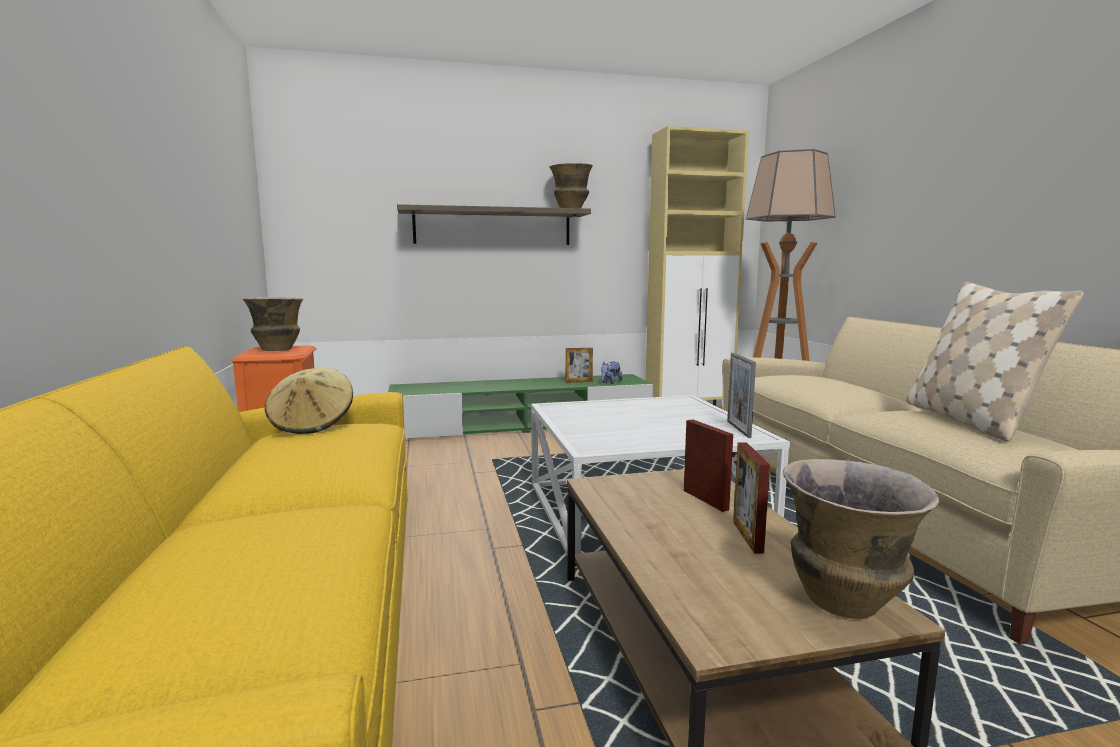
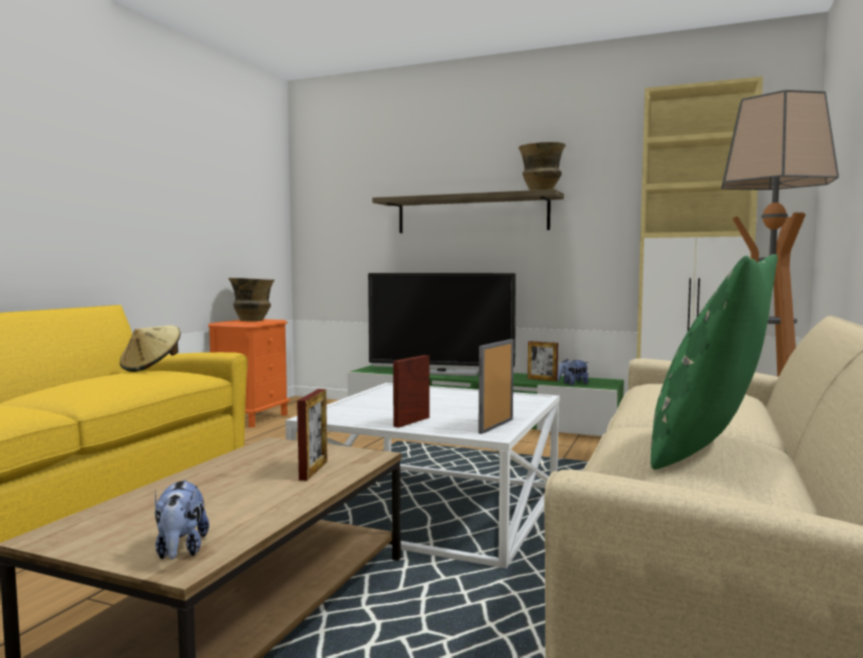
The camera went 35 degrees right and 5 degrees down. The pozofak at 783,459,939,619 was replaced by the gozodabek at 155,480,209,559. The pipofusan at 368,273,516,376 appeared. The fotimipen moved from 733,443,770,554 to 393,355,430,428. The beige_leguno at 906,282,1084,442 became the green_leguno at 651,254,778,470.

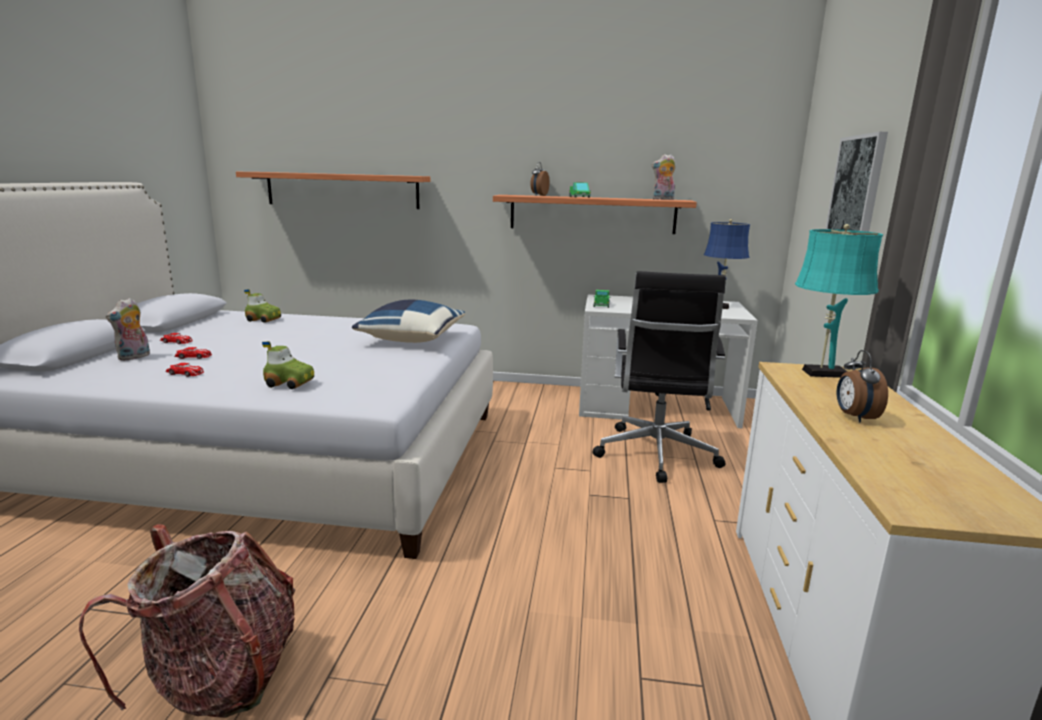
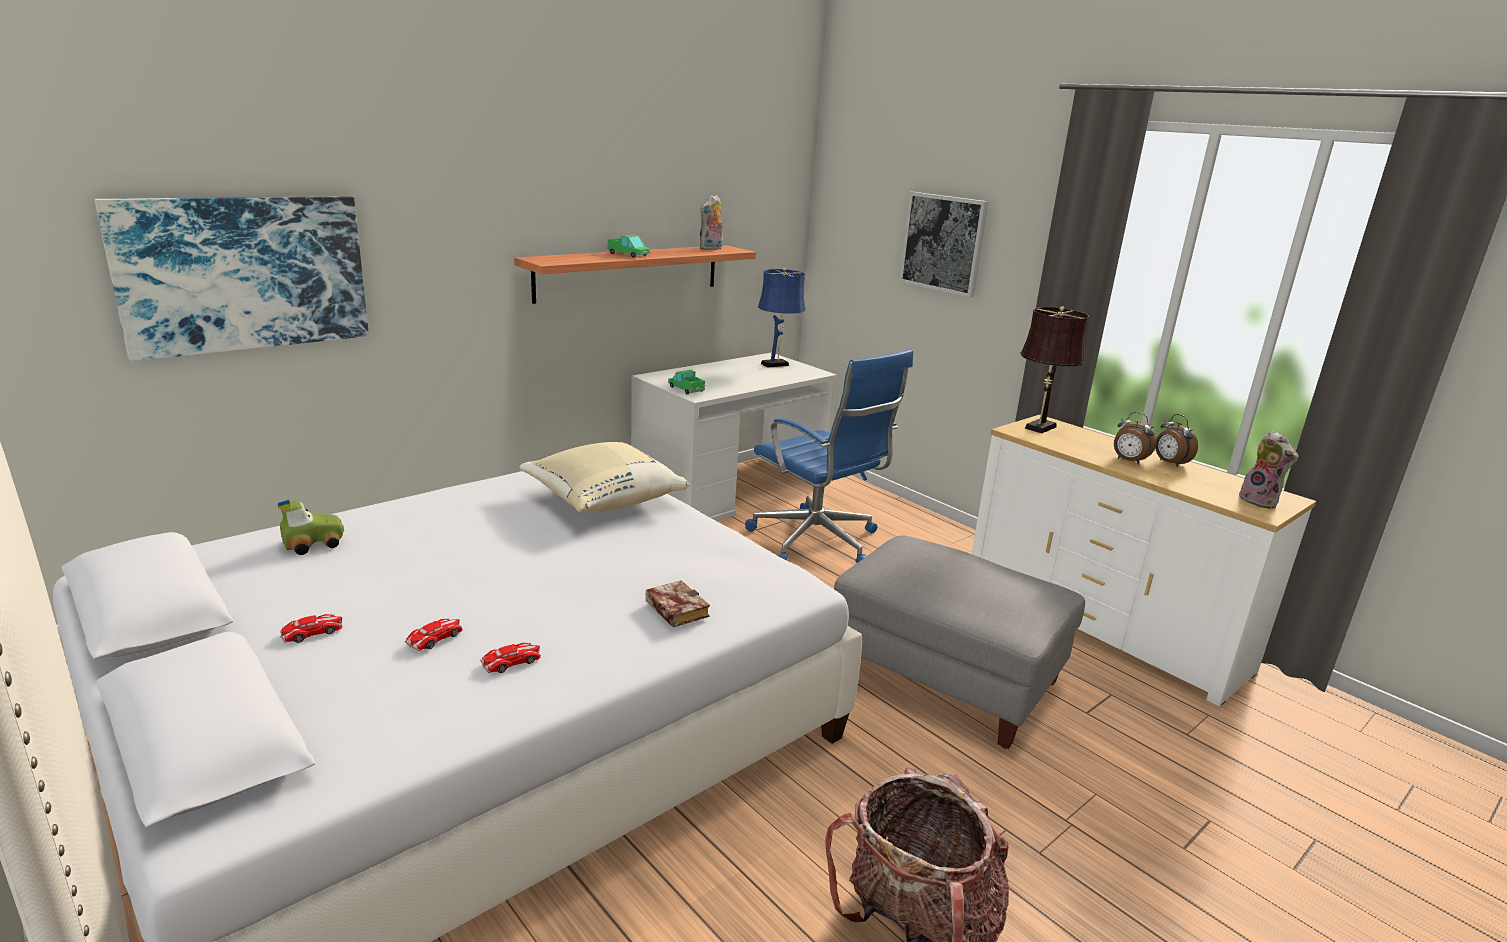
The camera went 50 degrees left and 5 degrees up. The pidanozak at 236,172,430,209 was replaced by the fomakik at 94,196,369,361. The blue_leguno at 352,300,465,343 became the beige_leguno at 520,442,689,513. The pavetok at 262,341,314,389 was replaced by the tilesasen at 645,580,710,628. The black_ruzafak at 593,271,726,483 became the blue_ruzafak at 745,349,913,563. The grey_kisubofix at 834,535,1085,749 appeared. The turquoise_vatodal at 795,224,883,378 became the brown_vatodal at 1020,306,1090,433. The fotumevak moved from 530,162,549,196 to 1155,414,1198,467. The gozodabek moved from 106,298,150,361 to 1234,430,1298,509.

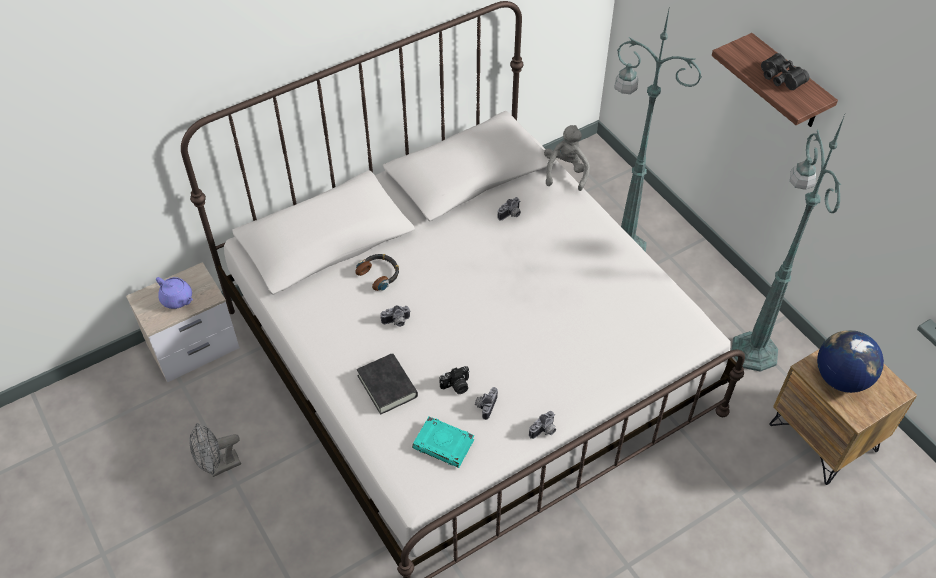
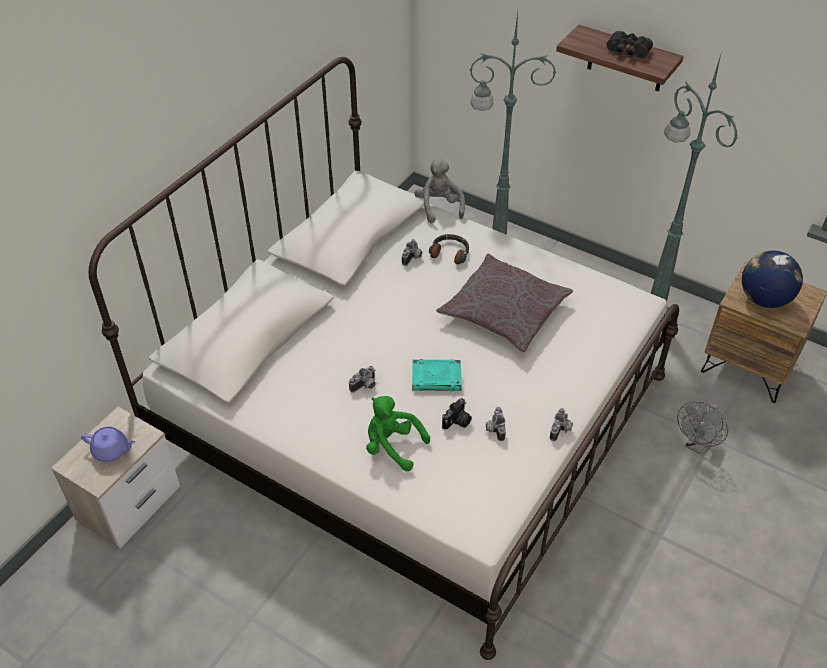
The camera went 25 degrees left and 5 degrees down. The black_tilesasen at 357,353,418,415 was replaced by the green_gozodabek at 366,396,430,471. The turquoise_tilesasen moved from 412,416,474,468 to 412,359,462,391. The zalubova moved from 355,254,399,291 to 429,234,469,264. The grey_leguno at 436,254,573,353 appeared. The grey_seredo moved from 189,423,241,477 to 677,401,728,455.

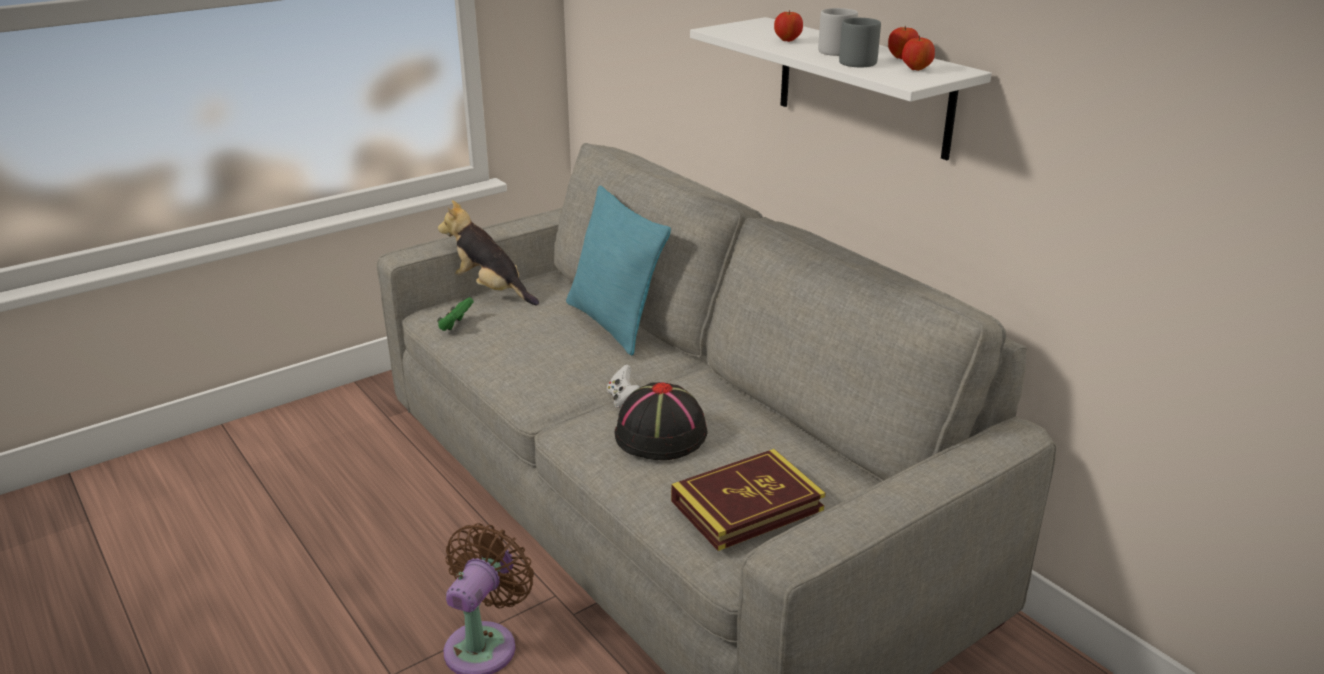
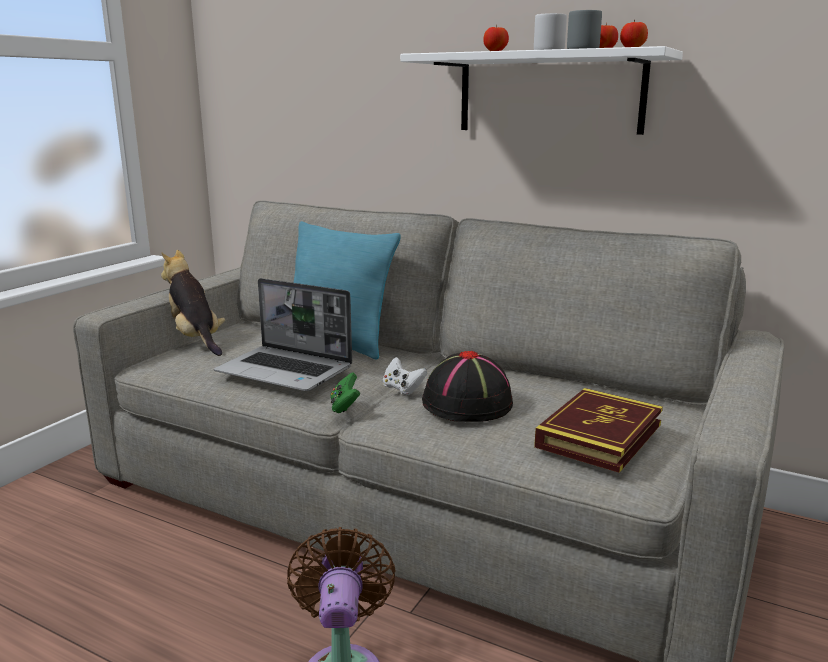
The camera went 25 degrees left and 10 degrees down. The gozodabek at 438,200,539,305 turned 45 degrees clockwise. The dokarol at 214,278,352,391 appeared. The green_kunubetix moved from 437,297,474,331 to 331,373,360,413.

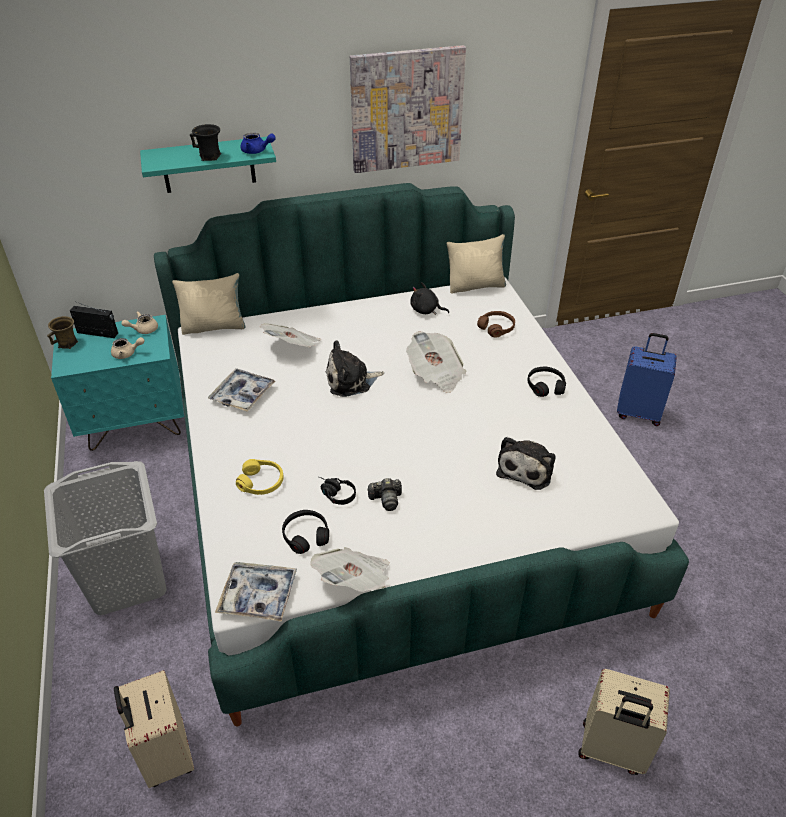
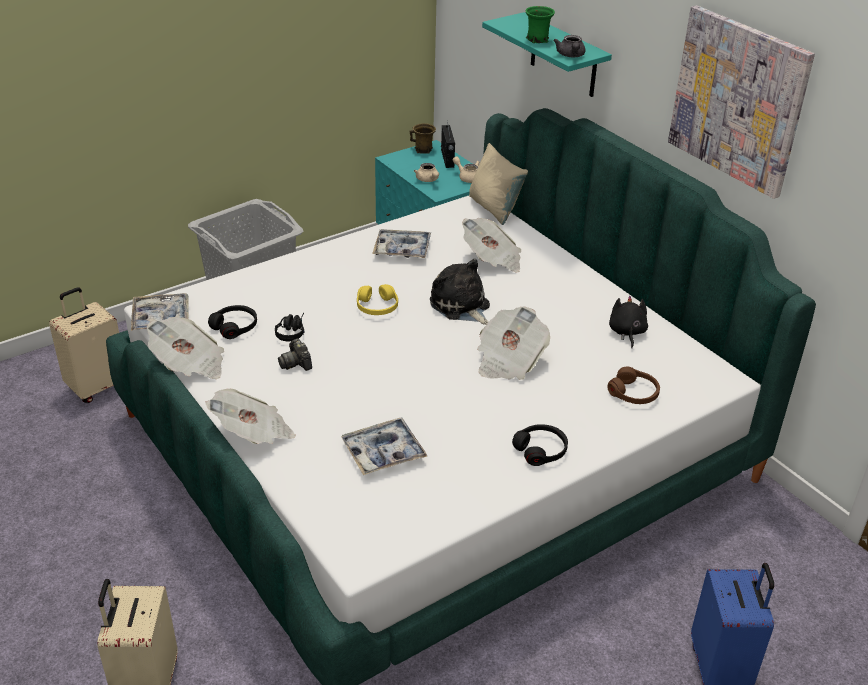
The camera went 70 degrees right and 5 degrees down. The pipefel at 206,389,296,444 appeared. The gozodabek at 496,437,556,490 was replaced by the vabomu at 341,417,428,475. The yellow_zalubova moved from 236,459,284,495 to 357,284,398,315. The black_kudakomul at 190,124,221,161 became the green_kudakomul at 525,6,555,43. The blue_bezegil at 241,133,276,154 became the grey_bezegil at 553,35,585,57. The beige_leguno at 447,234,506,294 disappeared.

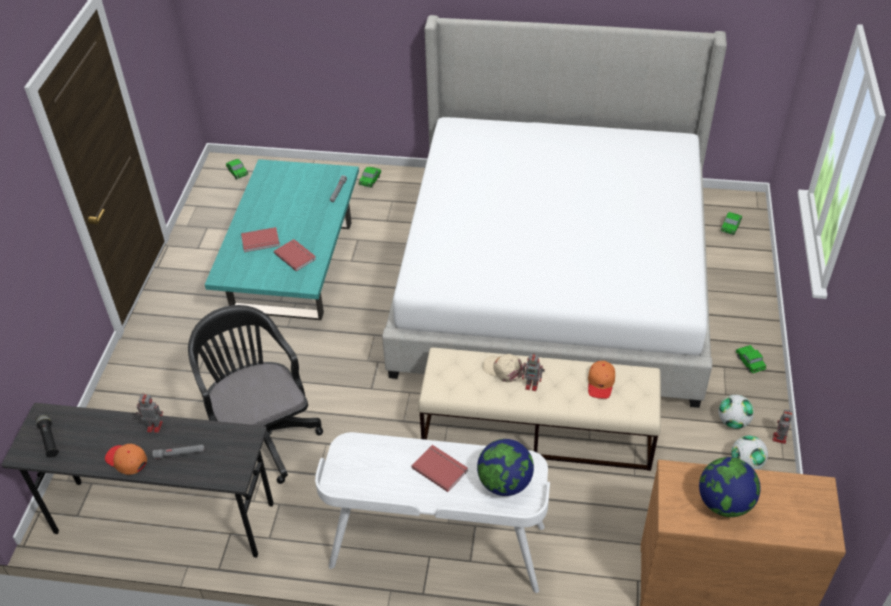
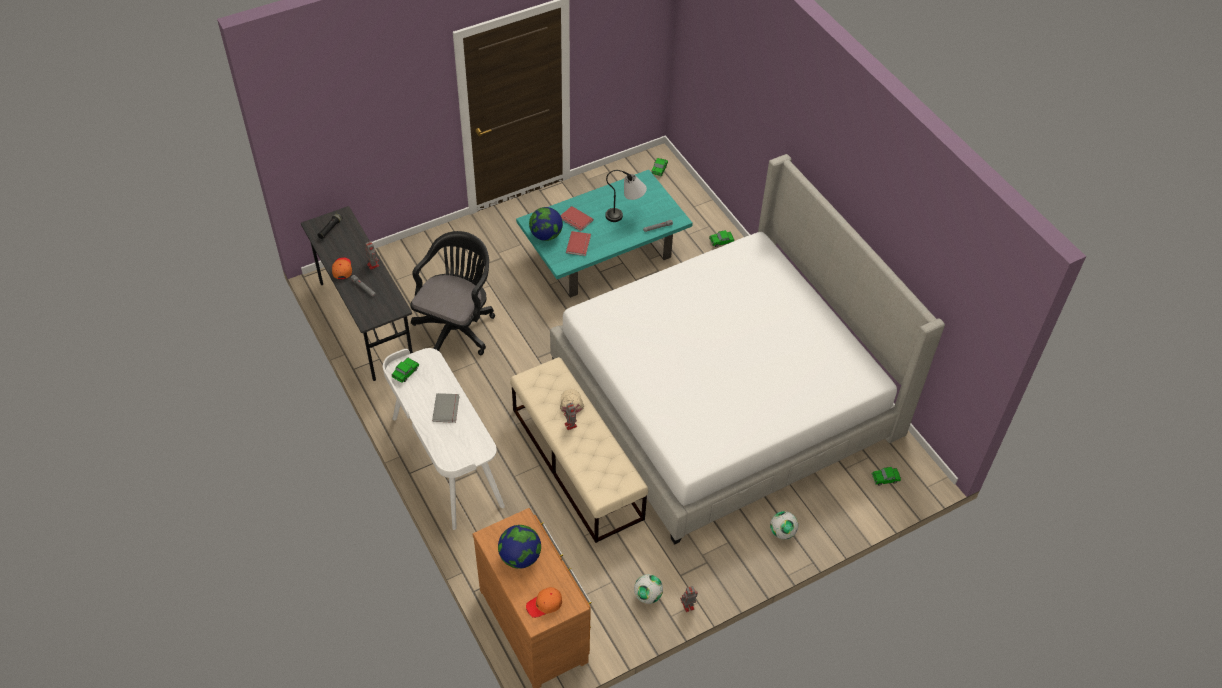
The camera went 50 degrees right and 5 degrees up. The pavetok moved from 736,345,766,373 to 392,358,419,383. The red_tilesasen at 411,445,468,492 became the grey_tilesasen at 432,393,459,423. The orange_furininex moved from 588,361,615,399 to 526,587,562,618. The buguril moved from 477,439,534,496 to 529,207,563,241. The vatodal at 605,170,647,222 appeared. The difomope moved from 719,395,754,429 to 770,511,798,539.

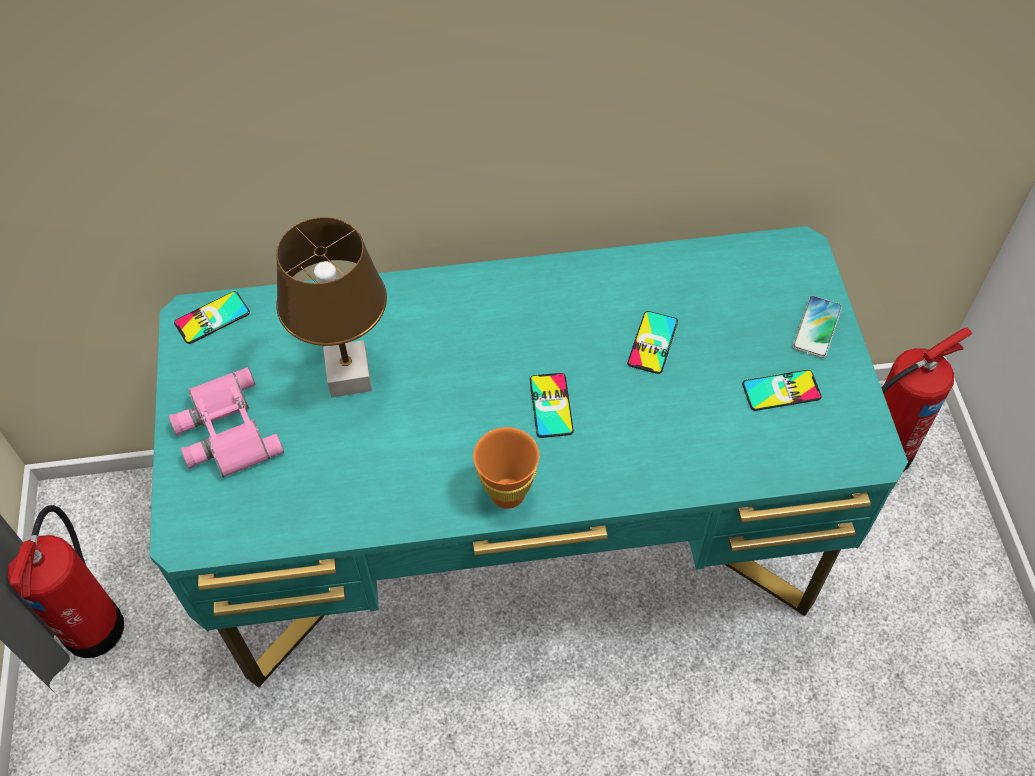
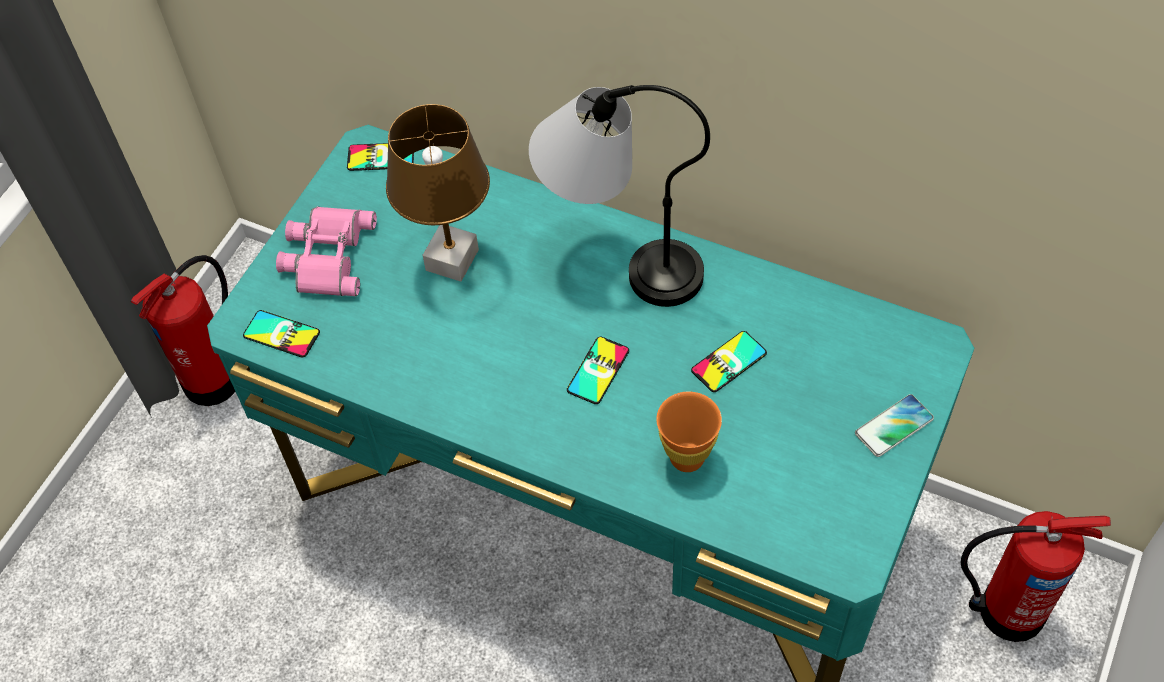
The camera went 35 degrees right and 0 degrees up. The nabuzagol moved from 742,370,822,411 to 243,310,320,358. The vatodal at 529,85,710,307 appeared. The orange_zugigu moved from 473,427,539,509 to 656,392,722,472.

